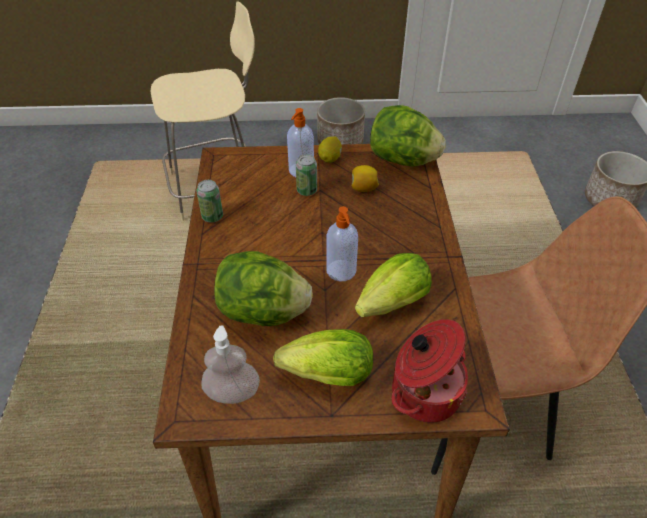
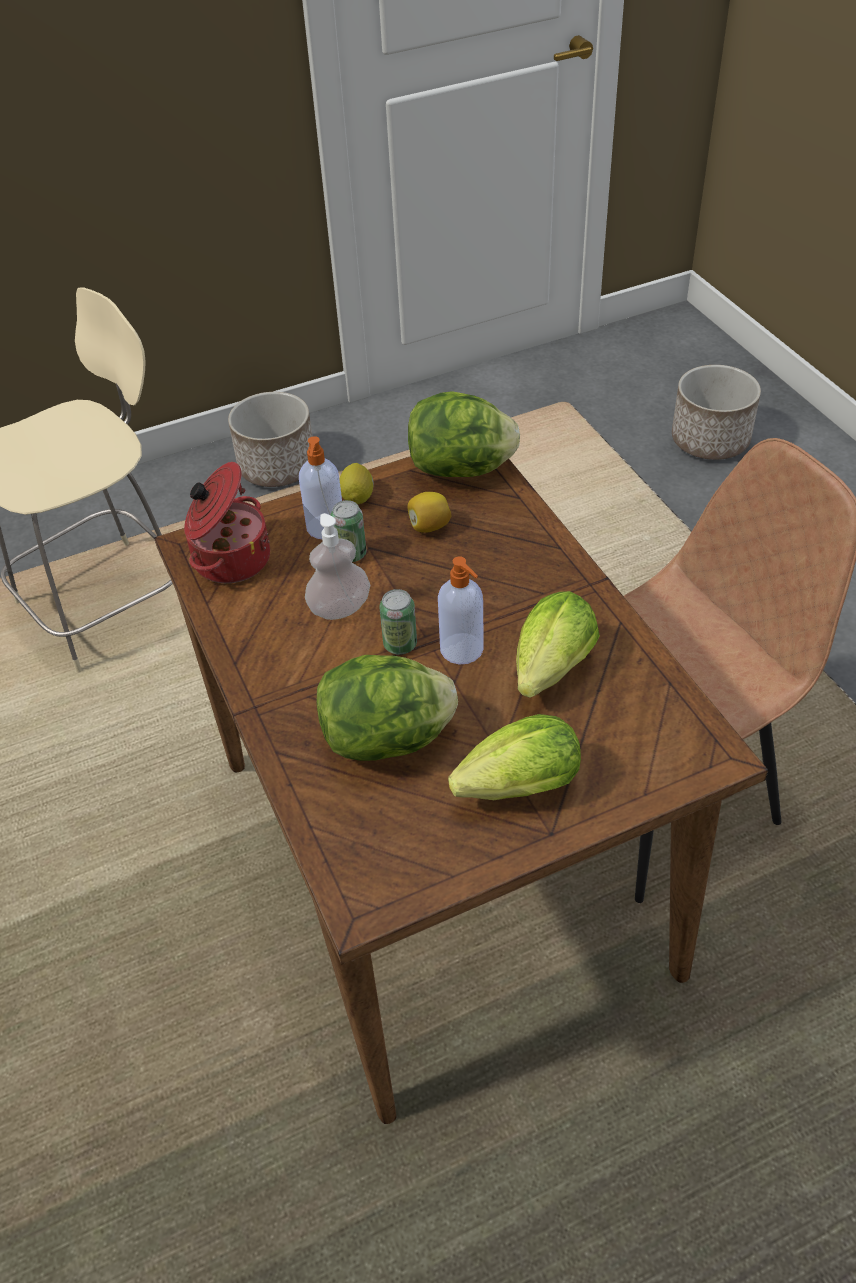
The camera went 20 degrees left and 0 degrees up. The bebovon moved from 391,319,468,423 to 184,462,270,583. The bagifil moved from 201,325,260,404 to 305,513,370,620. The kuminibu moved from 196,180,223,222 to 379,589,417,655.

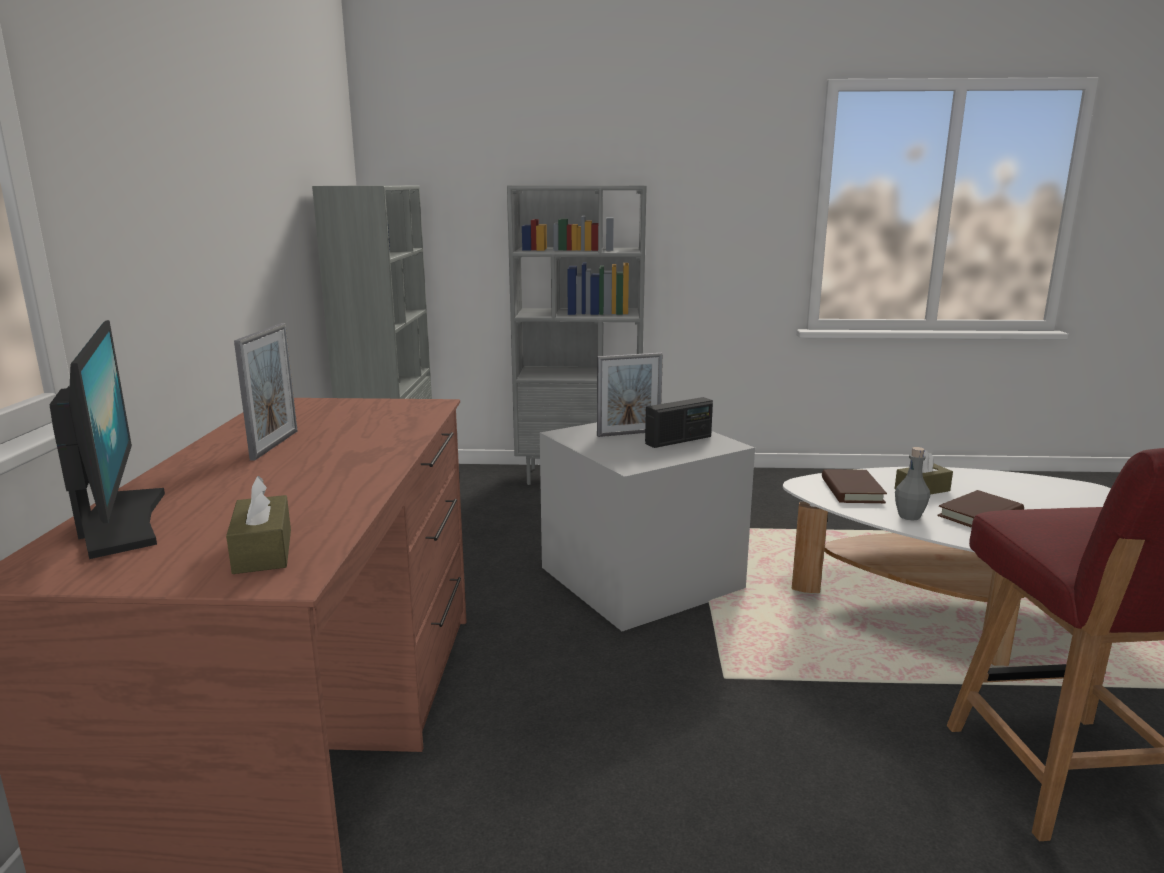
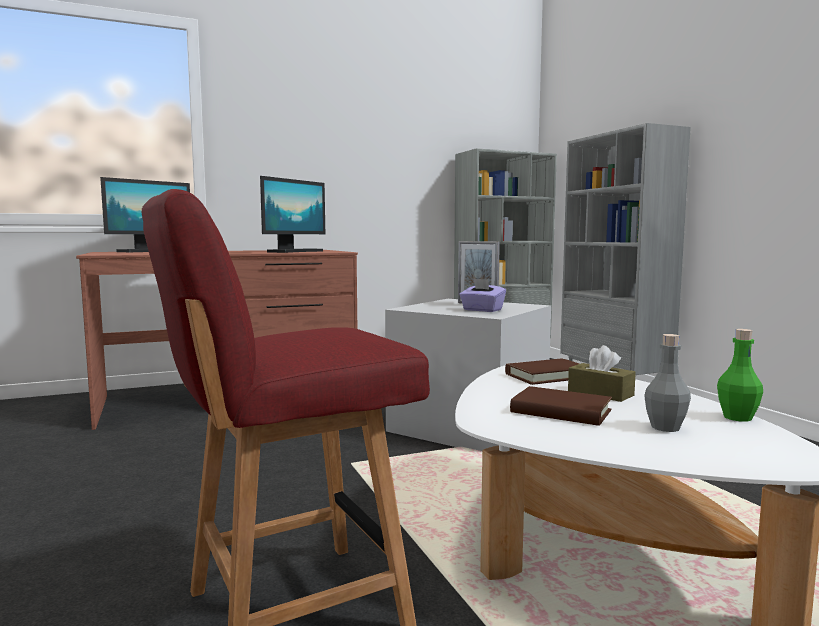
The camera went 65 degrees right and 10 degrees down. The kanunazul at 260,176,325,253 appeared. The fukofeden at 645,397,713,448 was replaced by the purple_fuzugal at 460,278,506,312. The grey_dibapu moved from 895,447,930,521 to 644,334,691,432. The green_dibapu at 717,329,763,422 appeared. The brown_fuzugal at 226,476,291,574 disappeared. The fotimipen at 234,323,297,461 disappeared.

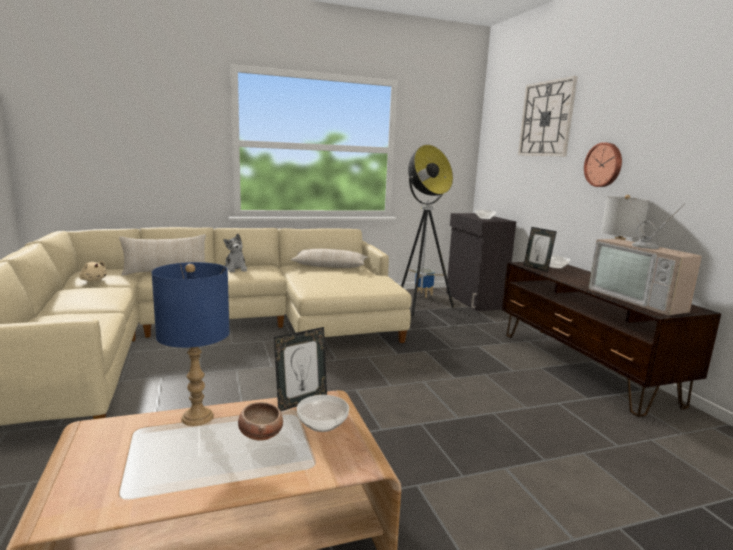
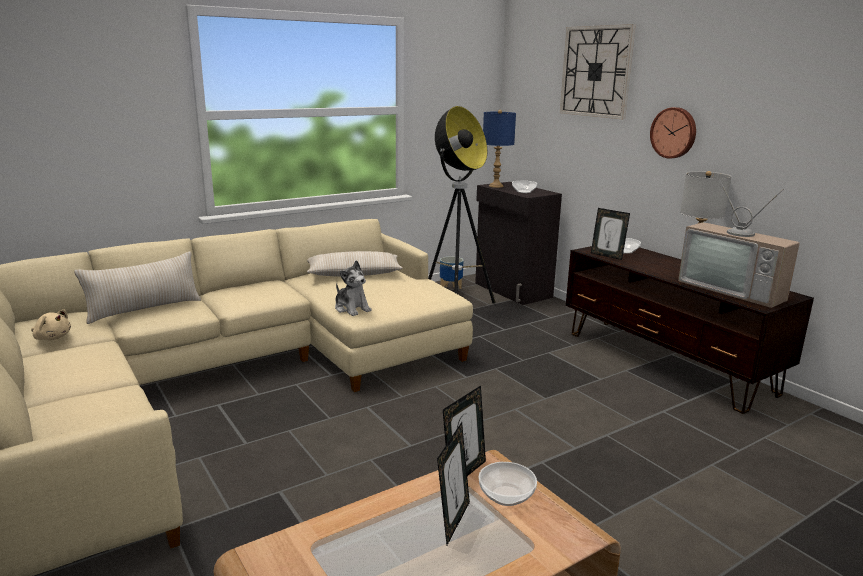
The camera went 15 degrees left and 5 degrees up. The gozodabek moved from 223,234,247,273 to 335,260,372,316. The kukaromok at 238,402,283,441 was replaced by the fotimipen at 437,422,470,545. The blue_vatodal moved from 151,262,230,426 to 483,110,516,188.

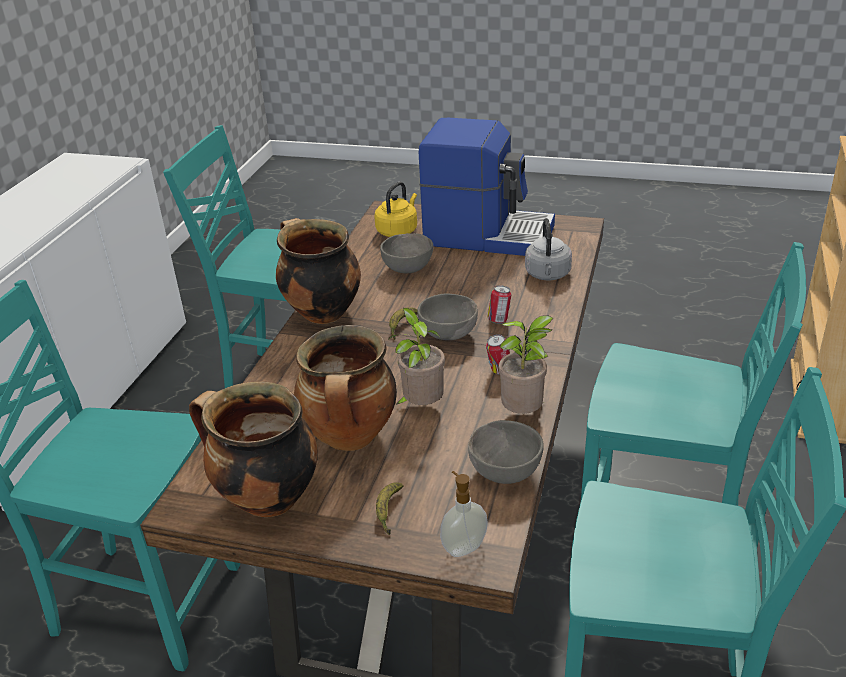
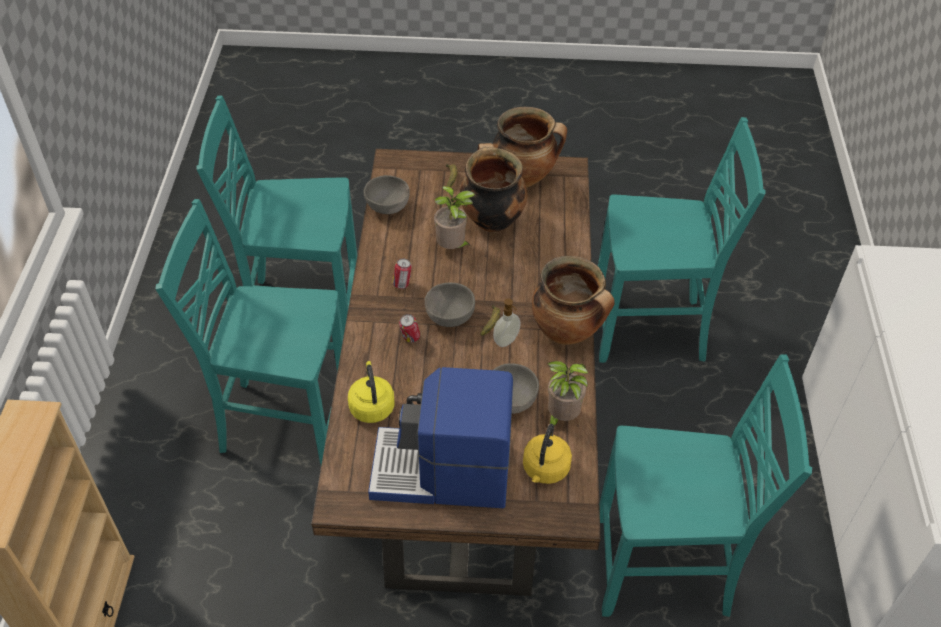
The camera went 165 degrees right and 15 degrees up. The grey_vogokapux at 525,218,572,280 became the yellow_vogokapux at 348,361,394,423. The bagifil moved from 440,471,488,557 to 493,298,520,347. The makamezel moved from 499,315,553,414 to 547,361,588,426.

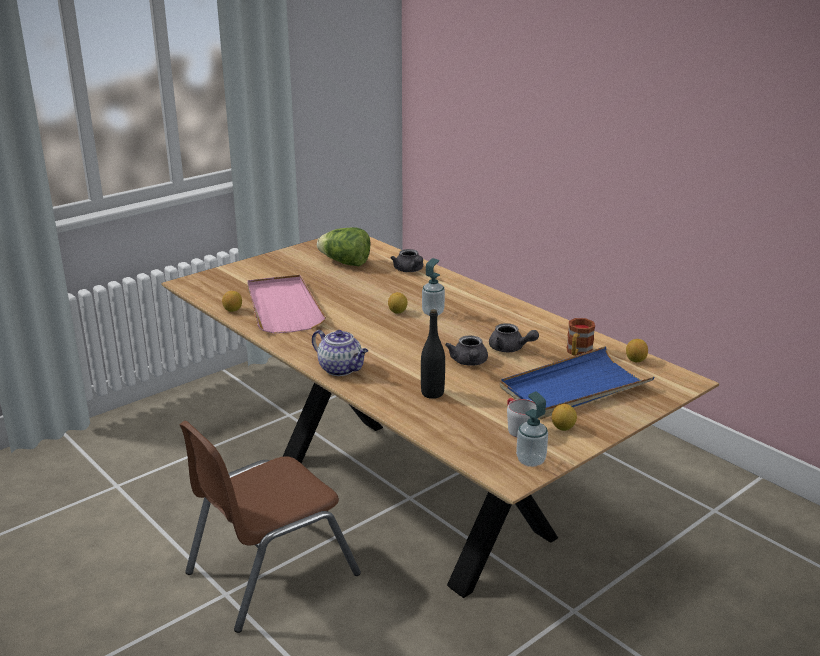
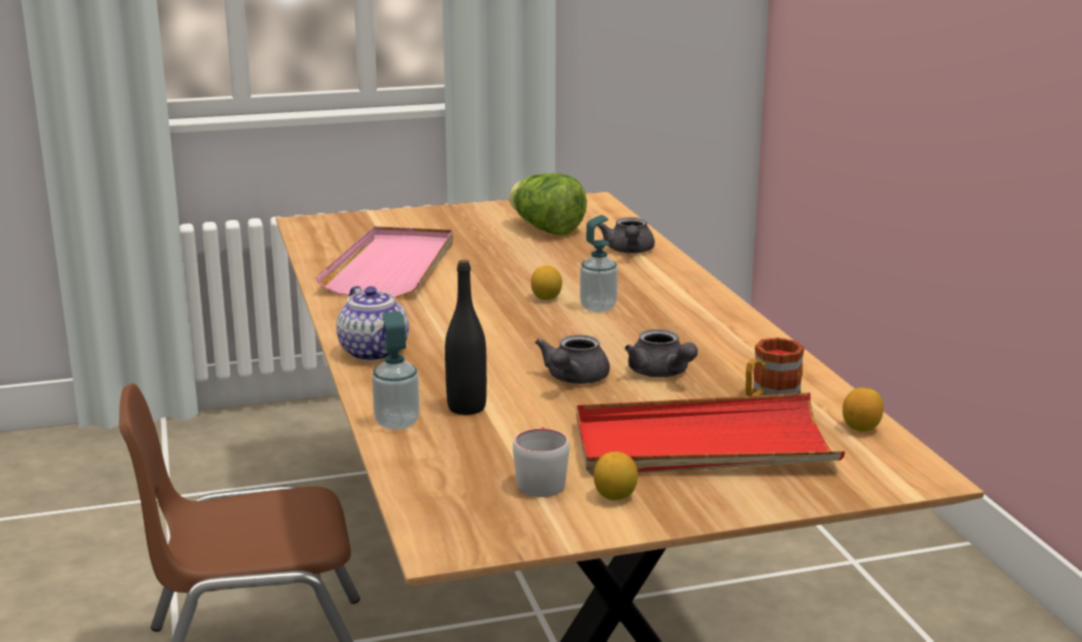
The camera went 25 degrees right and 5 degrees down. The bagifil moved from 516,392,548,467 to 372,311,420,430. The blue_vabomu at 500,346,655,419 became the red_vabomu at 576,393,845,476. The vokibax at 222,291,242,312 disappeared.

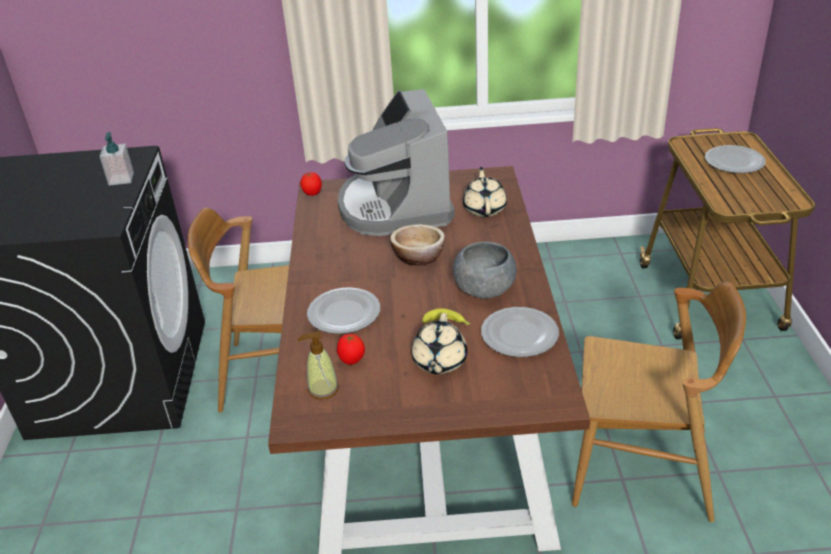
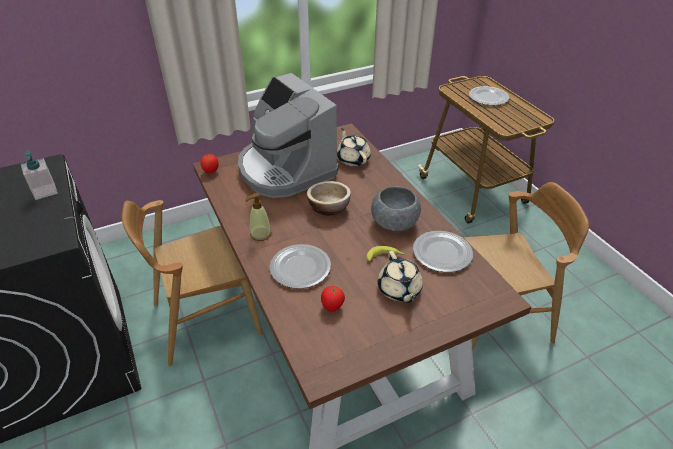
The camera went 25 degrees left and 5 degrees up. The bagifil moved from 298,332,339,400 to 245,193,272,241.

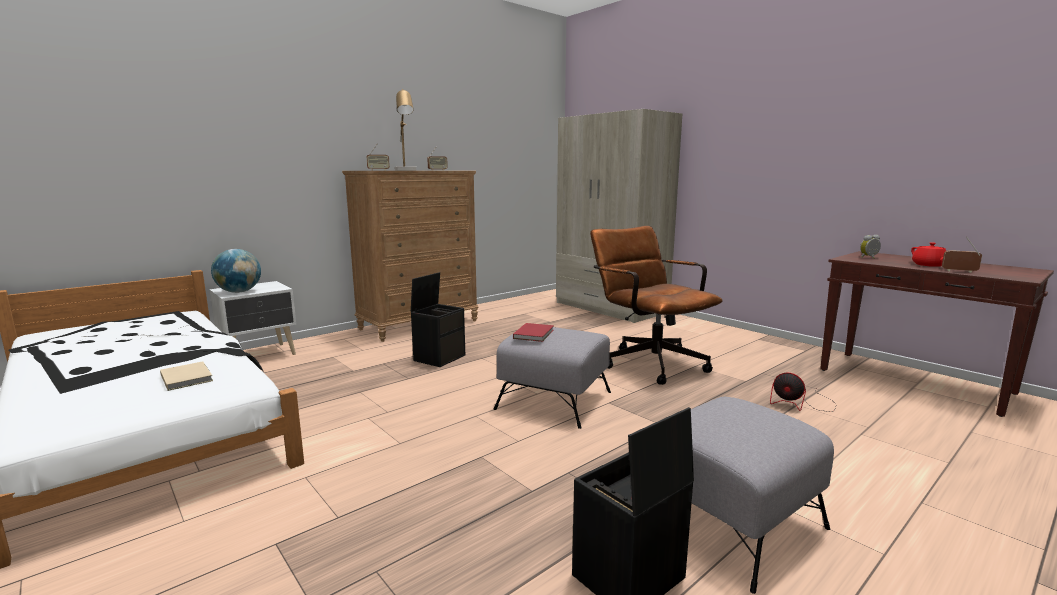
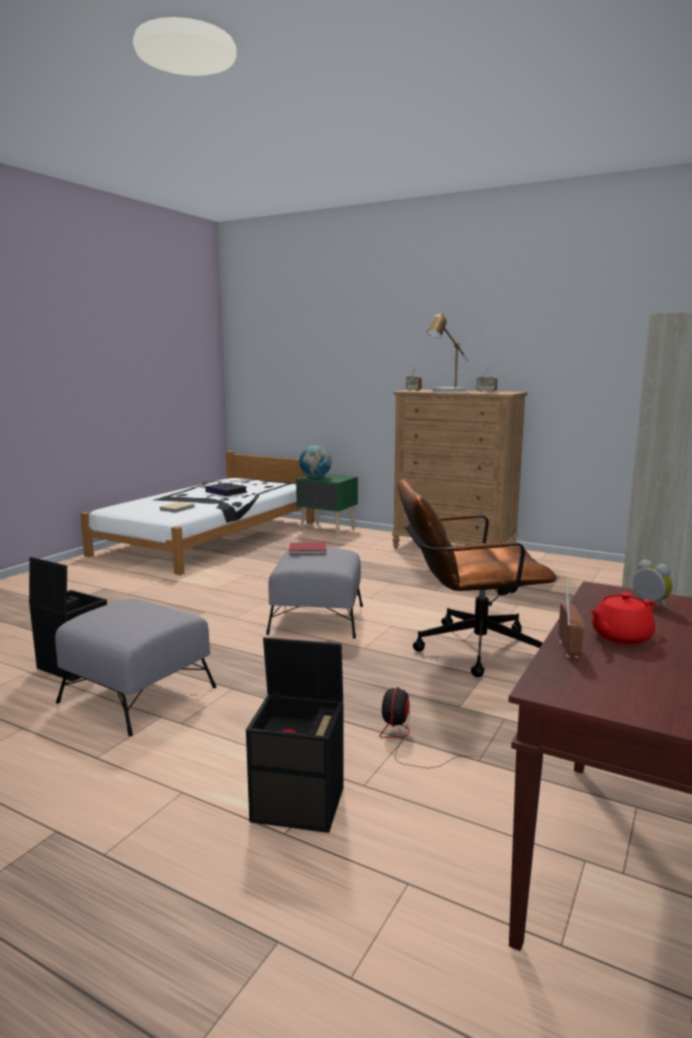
The camera went 70 degrees right and 0 degrees up. The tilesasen at 205,483,247,496 appeared. The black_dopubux moved from 411,272,465,367 to 246,637,343,833. The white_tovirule at 210,281,296,355 became the green_tovirule at 296,474,358,536. The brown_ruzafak at 590,226,723,385 turned 135 degrees counterclockwise.

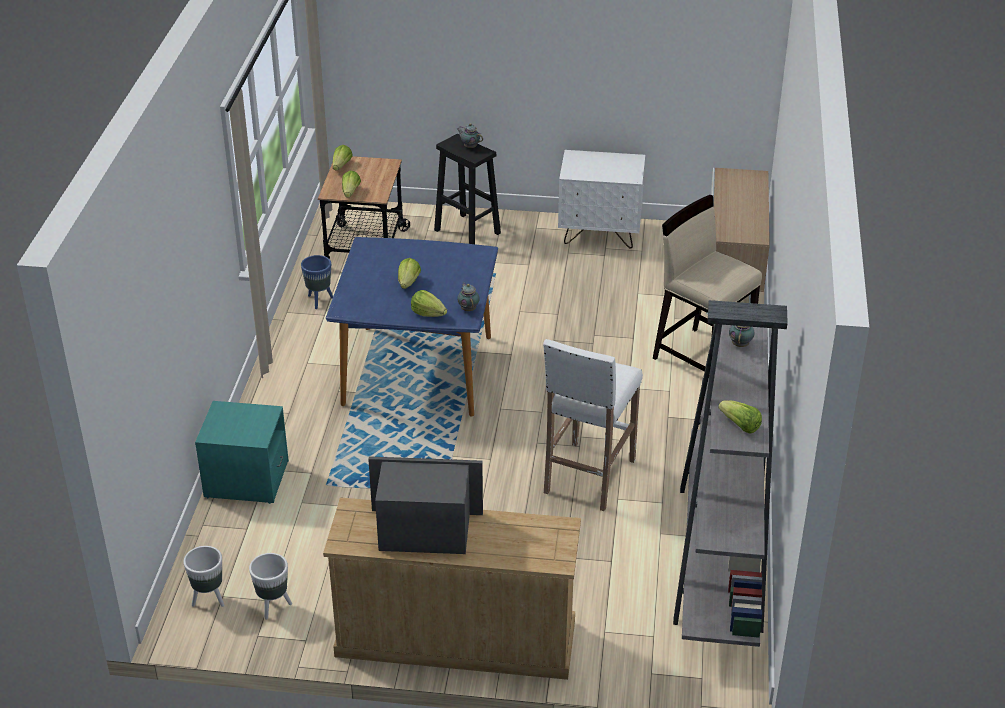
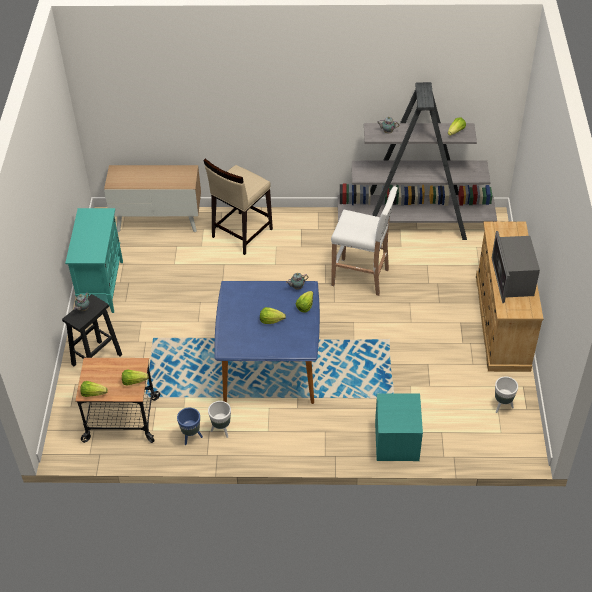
The camera went 95 degrees left and 10 degrees up. The white_tovirule at 558,150,645,248 was replaced by the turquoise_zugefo at 65,208,123,313. The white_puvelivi moved from 183,546,224,607 to 208,401,231,438.

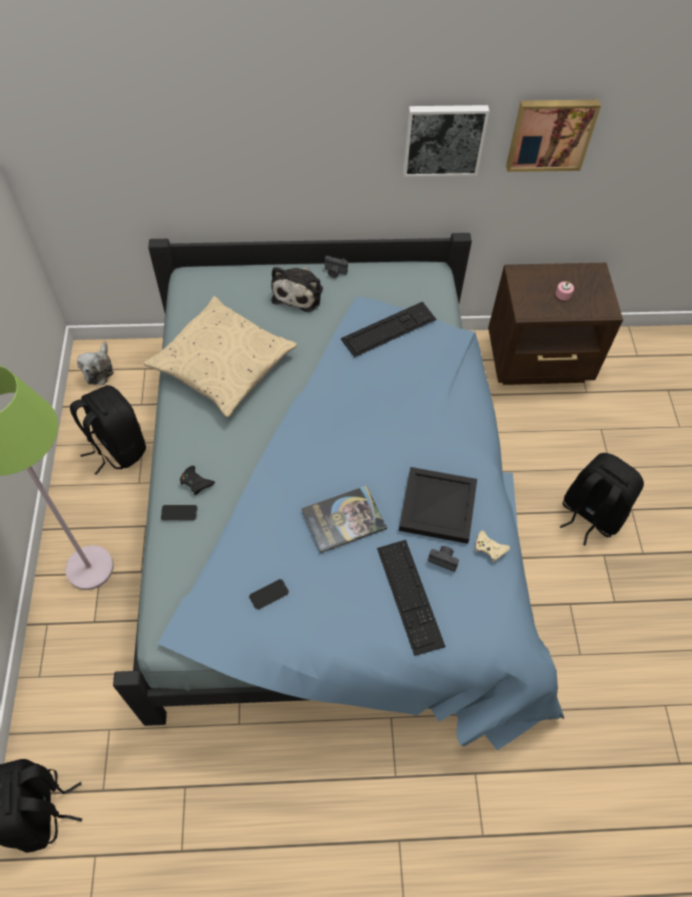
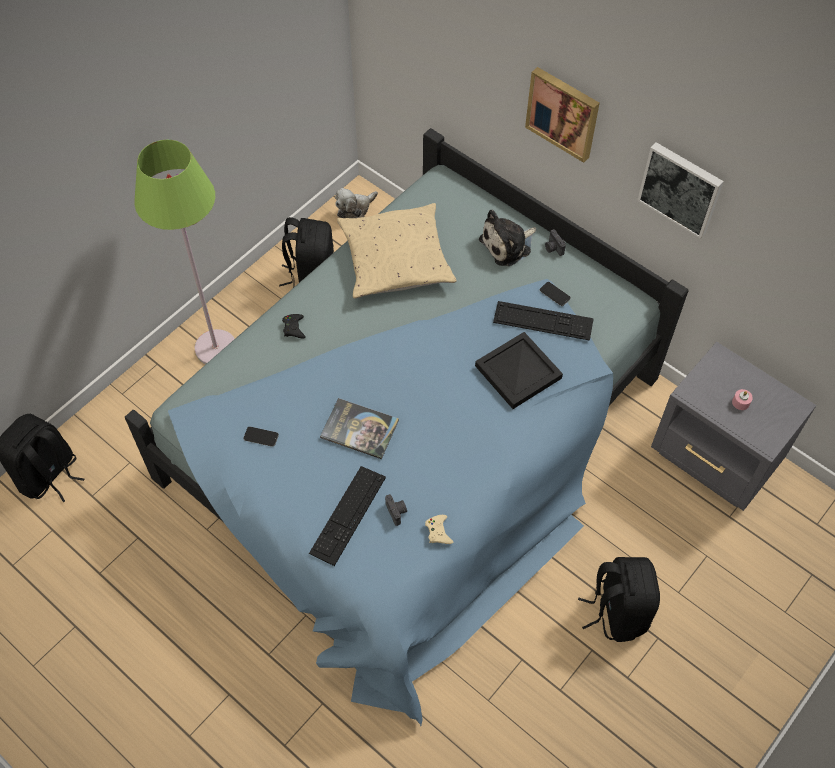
The camera went 45 degrees right and 0 degrees up. The black_vabomu moved from 399,467,477,544 to 475,332,563,409. The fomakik moved from 506,100,601,172 to 525,67,600,163. The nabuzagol moved from 161,505,197,521 to 540,282,571,306. The brown_tovirule at 488,263,623,385 became the grey_tovirule at 651,342,816,511.

